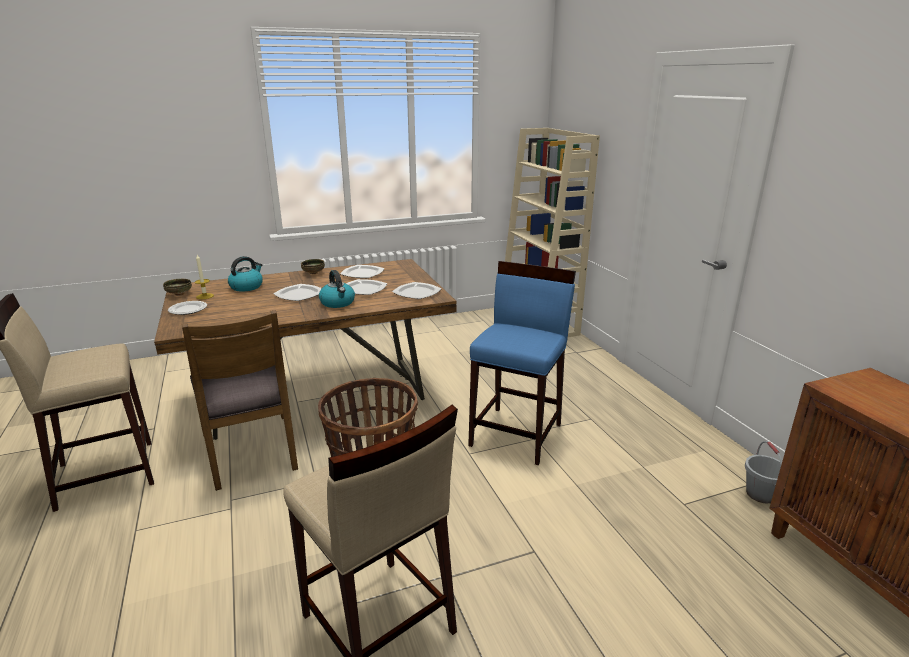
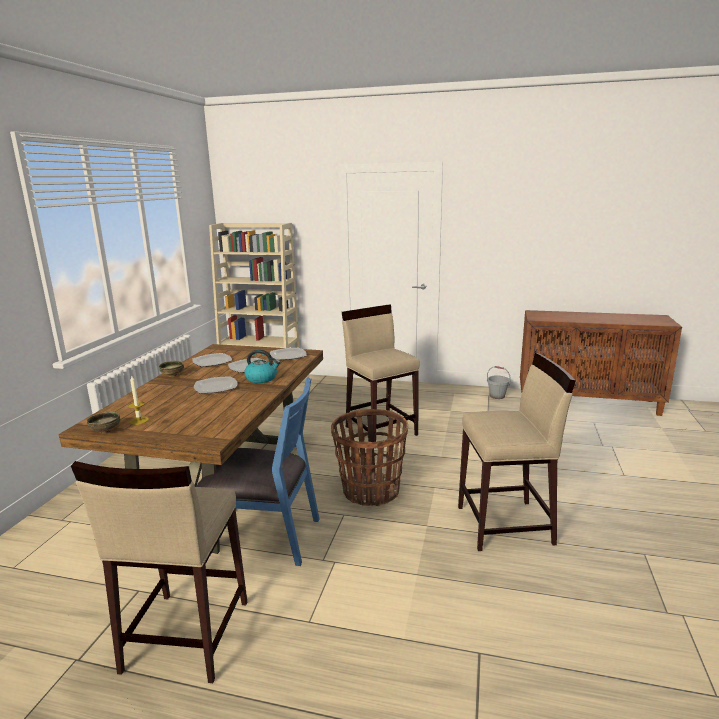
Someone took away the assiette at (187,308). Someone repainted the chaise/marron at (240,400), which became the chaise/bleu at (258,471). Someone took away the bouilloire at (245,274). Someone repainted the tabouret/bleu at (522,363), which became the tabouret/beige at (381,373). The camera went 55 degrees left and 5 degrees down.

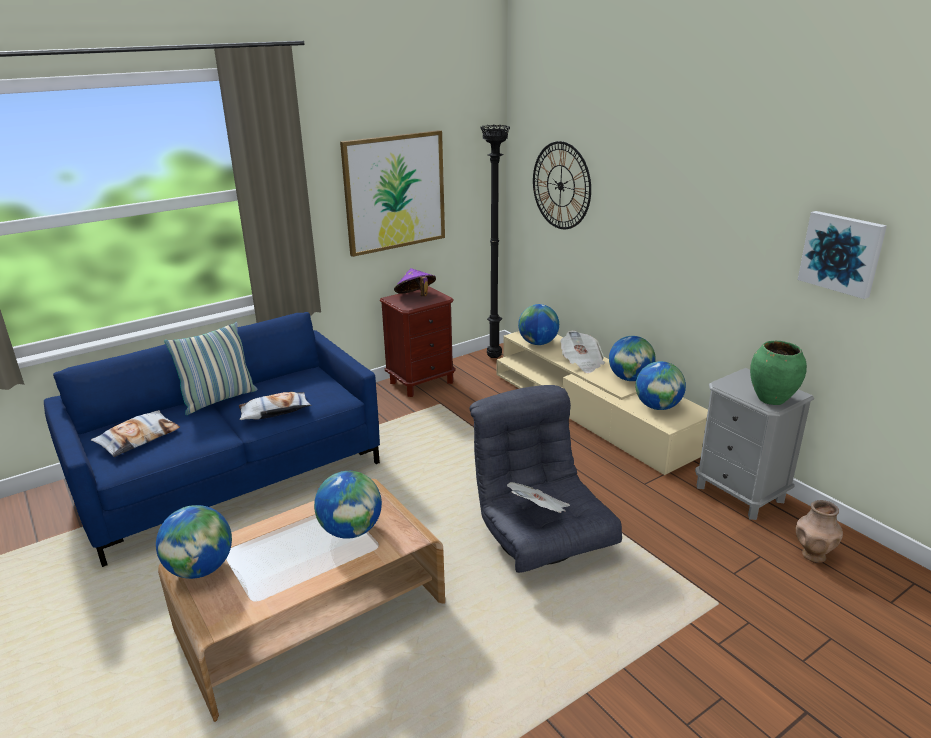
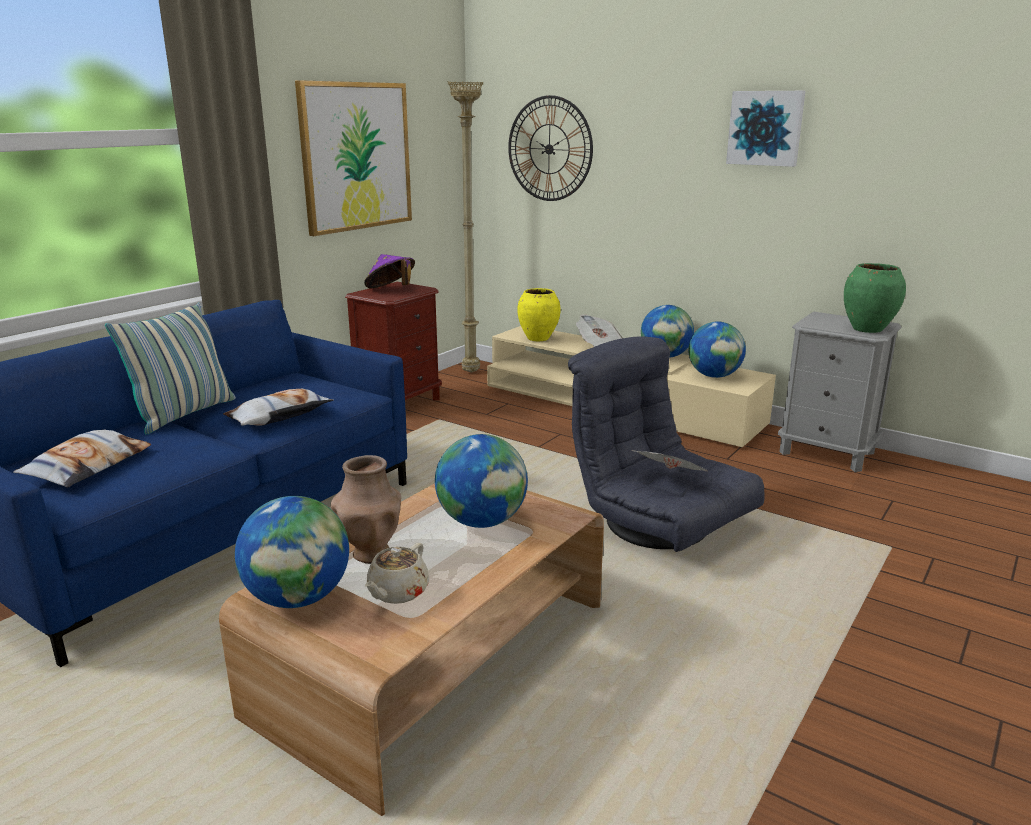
Someone repainted the lampadaire/noir at (495,241), which became the lampadaire/beige at (466,226). Someone swapped the globe at (538,324) for the vase/jaune at (539,314). Someone carried the vase/marron from (819,531) to (366,509). Someone carried the tableau from (842,255) to (765,129). Someone put down the théière/beige at (397,573). The camera went 20 degrees left and 5 degrees down.

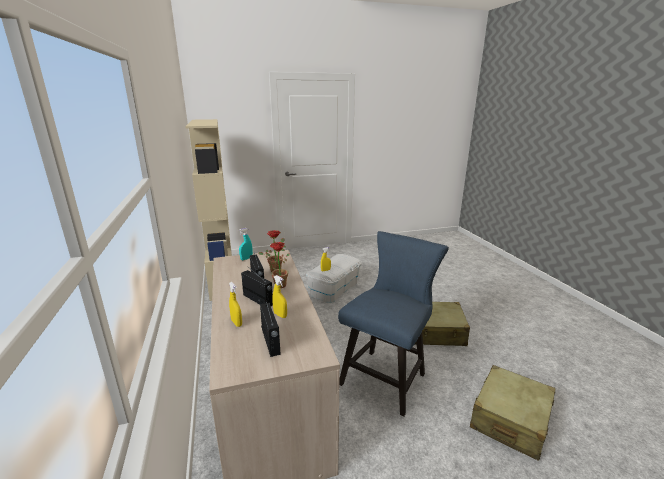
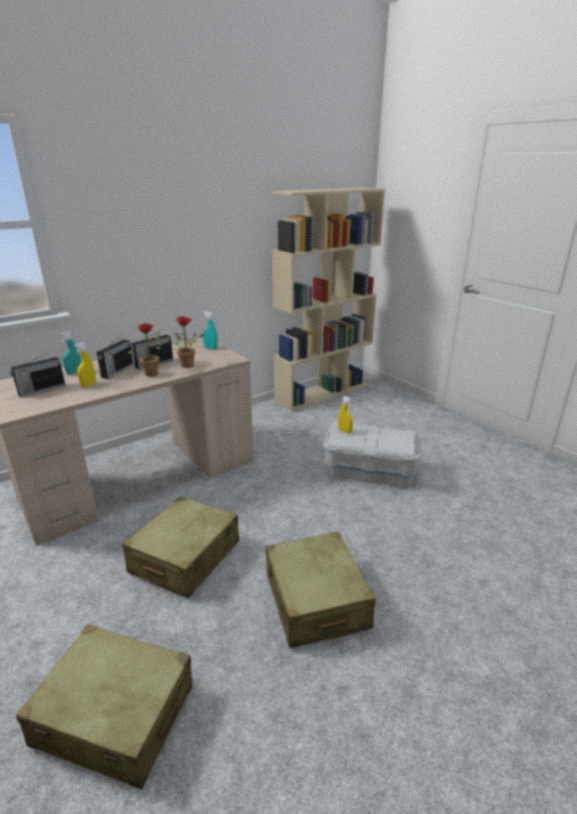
Someone repainted the vaporisateur/jaune at (235,304), which became the vaporisateur/turquoise at (70,352). Someone swapped the chaise/bleu at (393,324) for the valise/beige at (180,547). The camera went 70 degrees right and 5 degrees up.

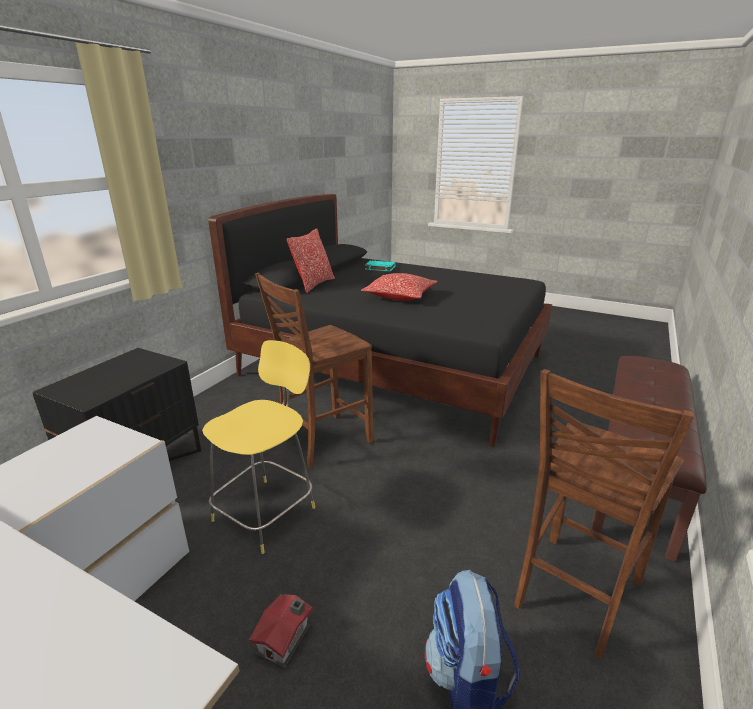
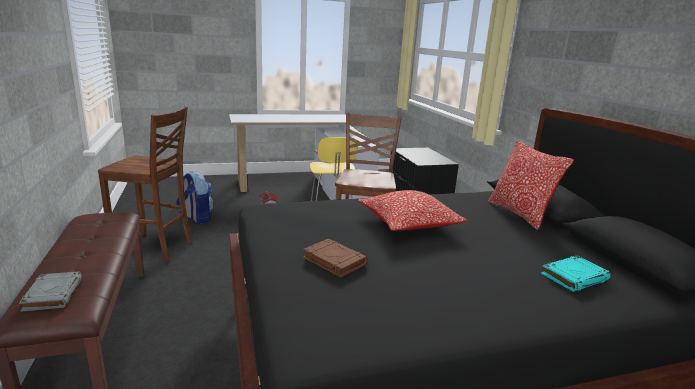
Someone rotated the chaise/marron at (604,513) by 105 degrees clockwise. Someone put down the livre/gris at (50,292). Someone put down the livre/marron at (335,258). The camera went 135 degrees right and 5 degrees down.

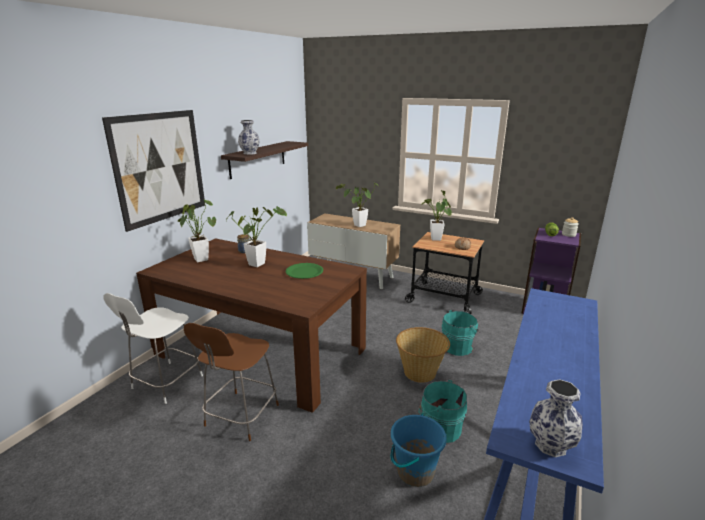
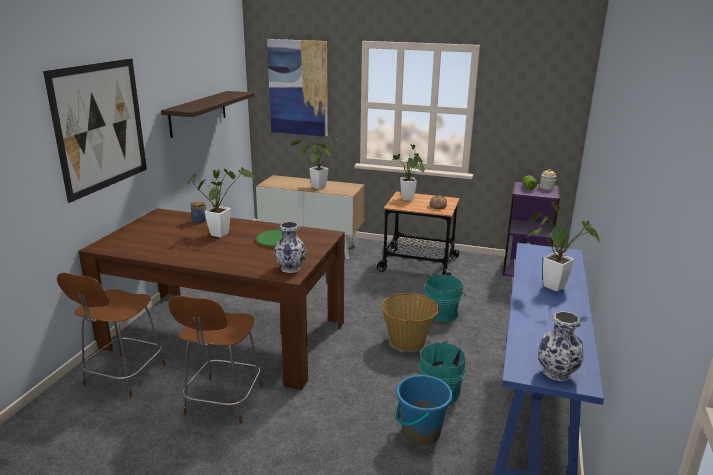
Someone repainted the chaise/blanc at (153,348), which became the chaise/marron at (111,335). Someone carried the plante en pot from (197,231) to (563,246). Someone carried the vase from (249,137) to (290,247). Someone put up the tableau at (297,88). The camera went 10 degrees left and 0 degrees up.

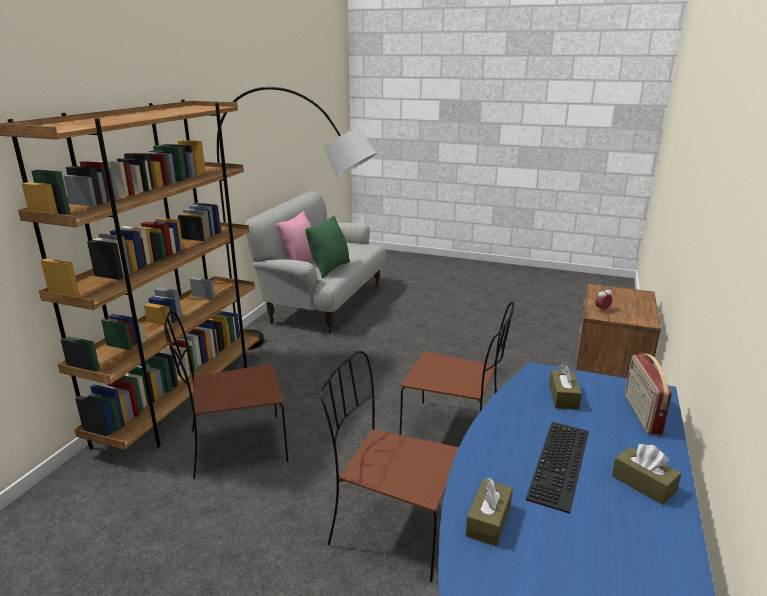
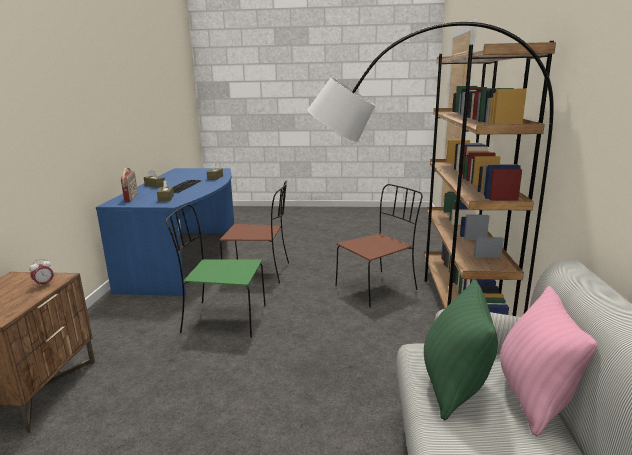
Someone repainted the chaise/marron at (456,368), which became the chaise/vert at (216,271). The camera went 165 degrees right and 5 degrees down.

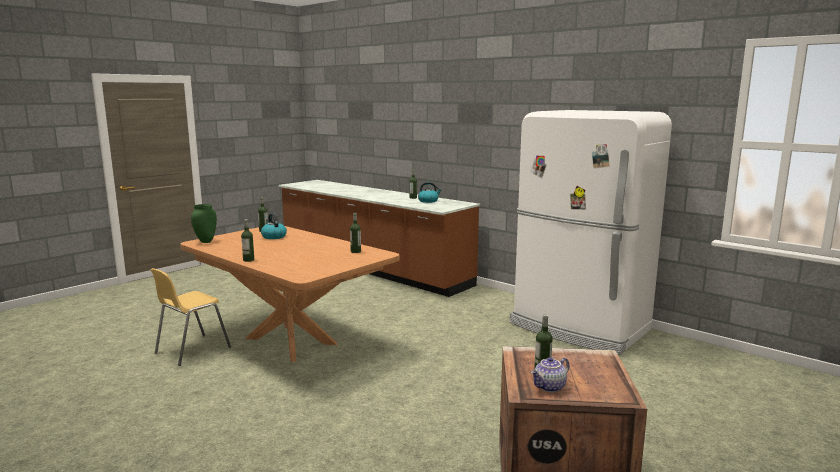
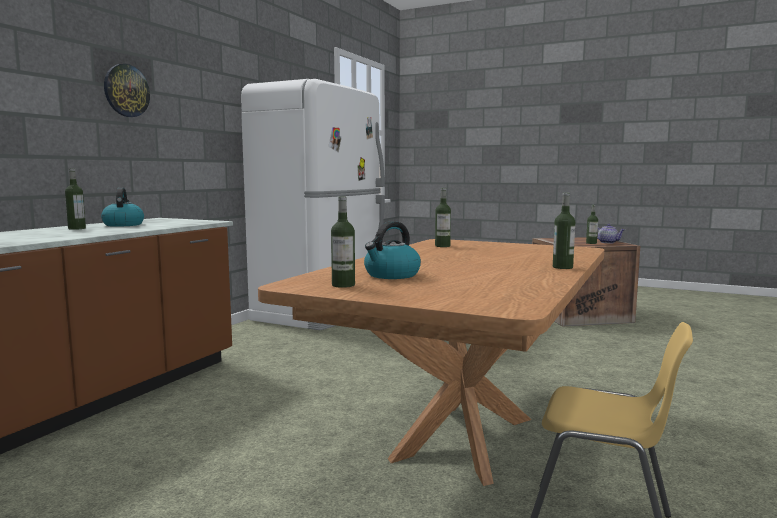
Someone took away the vase/vert at (204,223). Someone put up the horloge murale at (127,90). The camera went 105 degrees left and 5 degrees down.

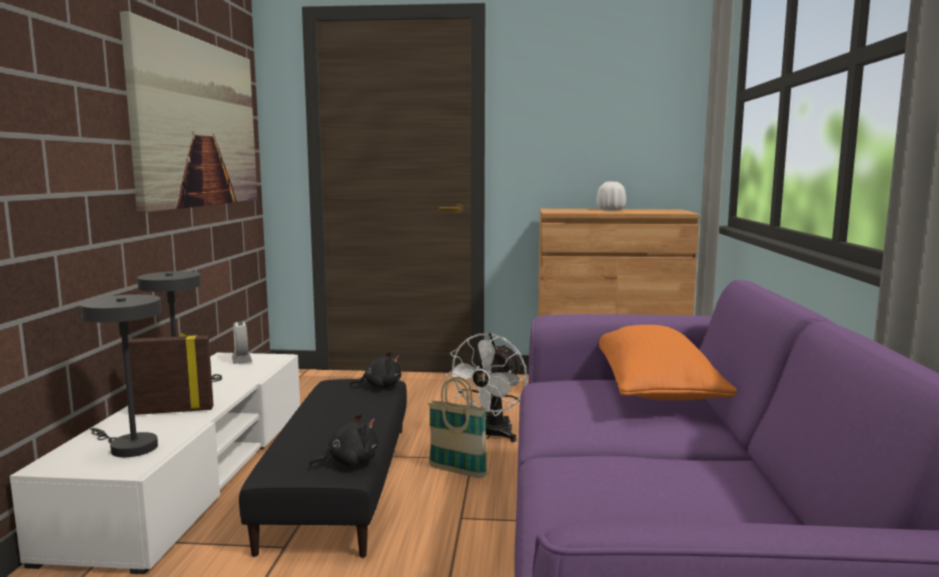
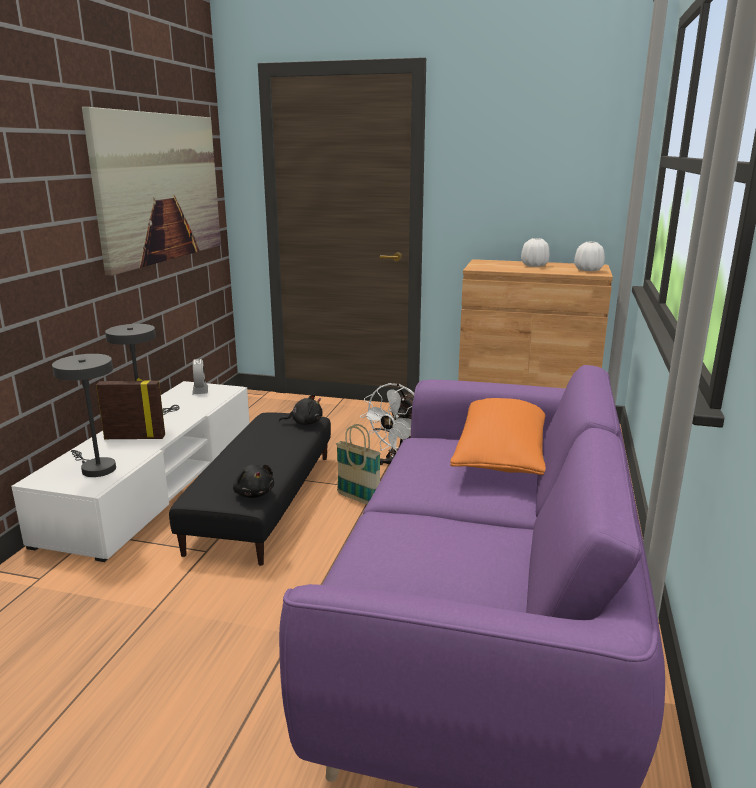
Someone rotated the peluche/noir at (343,440) by 75 degrees clockwise. Someone put down the vase/blanc at (589,256). The camera went 10 degrees right and 10 degrees up.

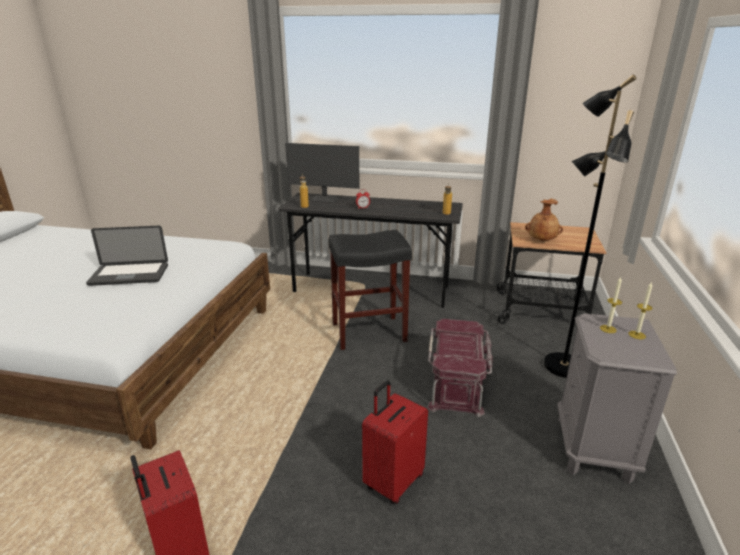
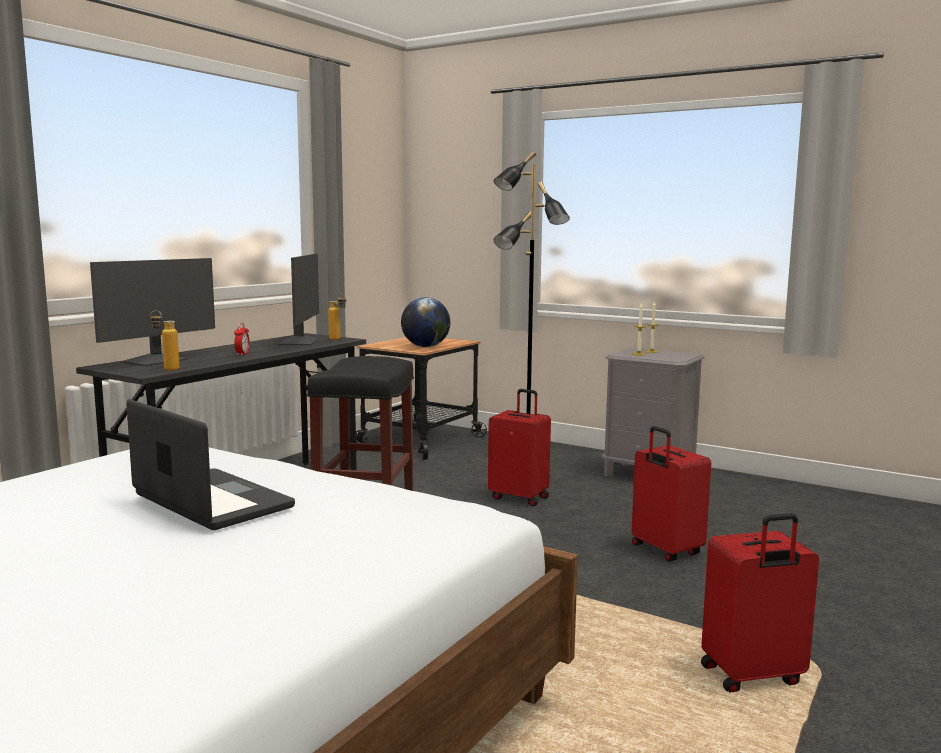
Someone rotated the ordinateur portable at (127,256) by 60 degrees counterclockwise. Someone swapped the boîte de rangement/rouge at (460,368) for the valise/rouge at (519,447). Someone swapped the vase/marron at (544,220) for the globe at (425,322). Someone put down the écran d'ordinateur at (298,299). The camera went 70 degrees left and 15 degrees down.

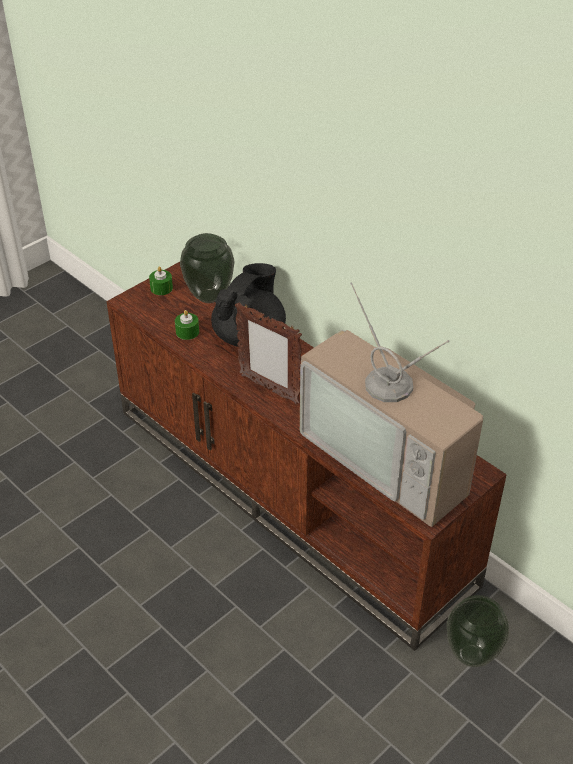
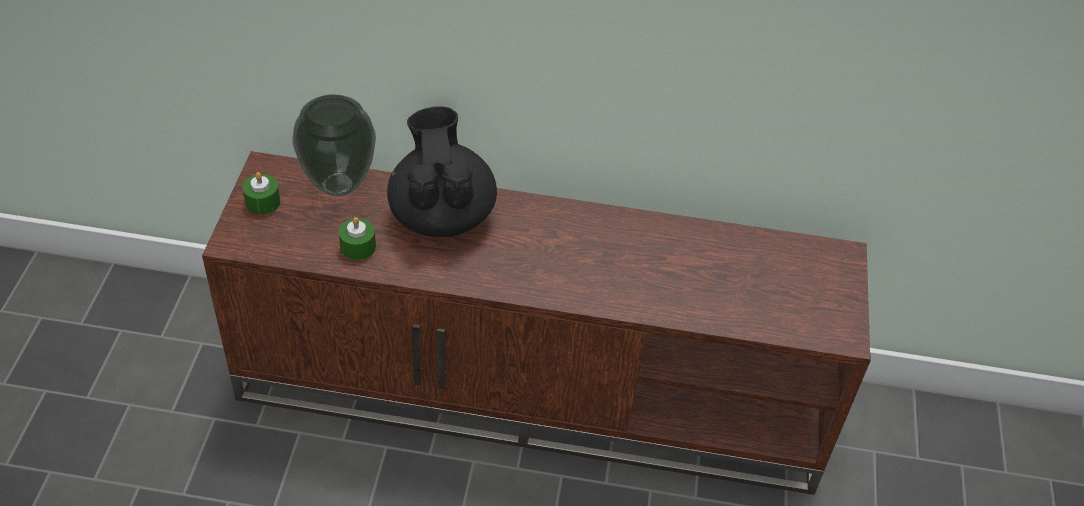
Someone took away the cadre photo at (268,353). Someone took away the téléviseur at (392,404). Someone took away the vase at (478,631). The camera went 40 degrees left and 5 degrees up.

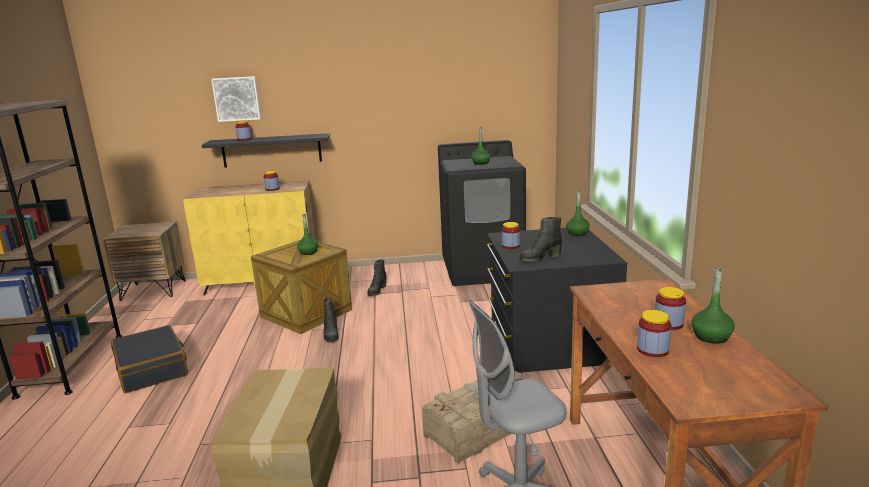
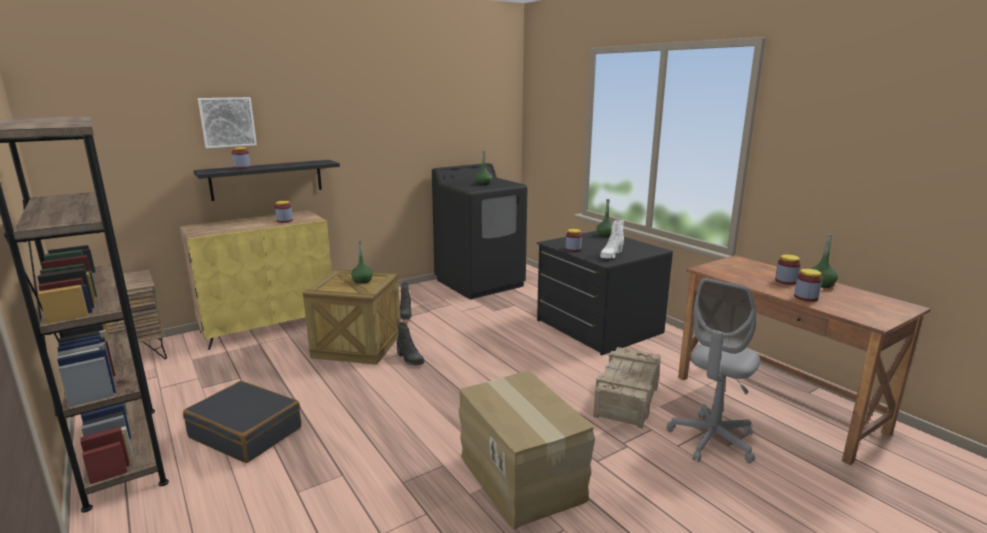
Someone repainted the botte/noir at (540,239), which became the botte/blanc at (612,239). The camera went 30 degrees left and 0 degrees up.

